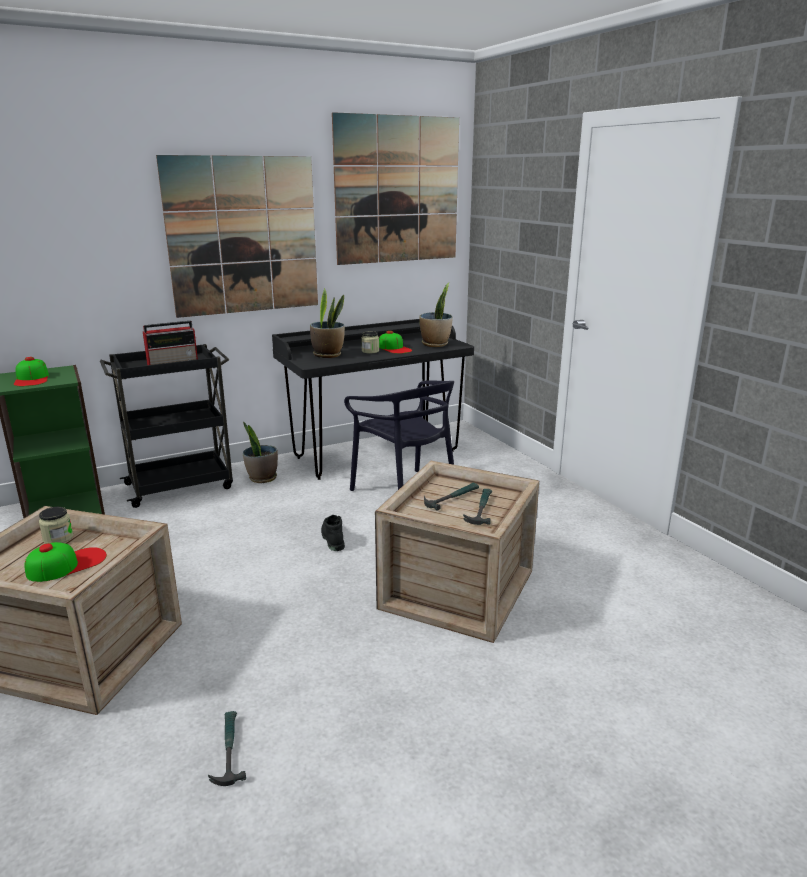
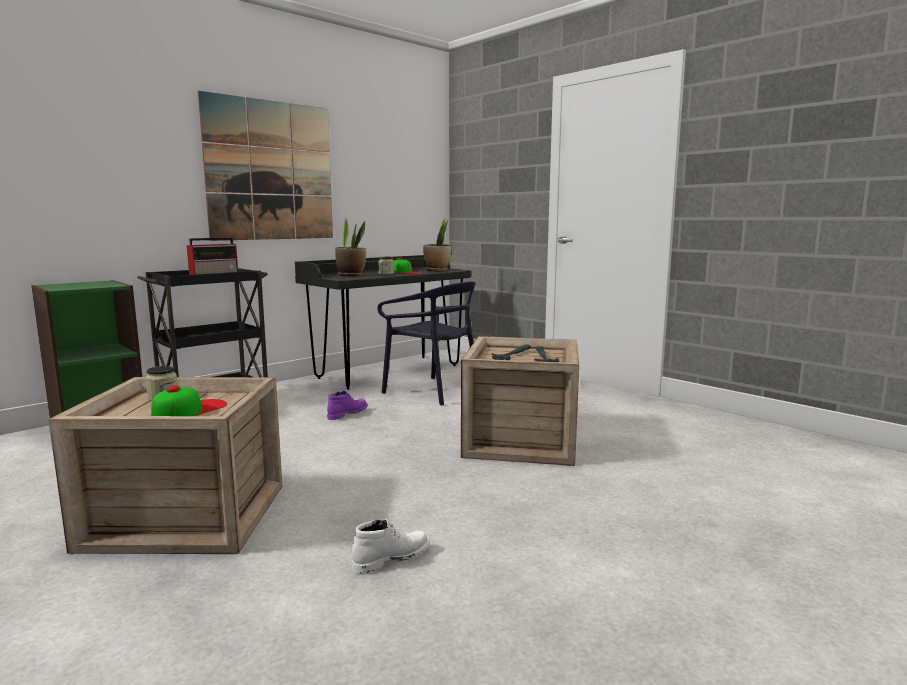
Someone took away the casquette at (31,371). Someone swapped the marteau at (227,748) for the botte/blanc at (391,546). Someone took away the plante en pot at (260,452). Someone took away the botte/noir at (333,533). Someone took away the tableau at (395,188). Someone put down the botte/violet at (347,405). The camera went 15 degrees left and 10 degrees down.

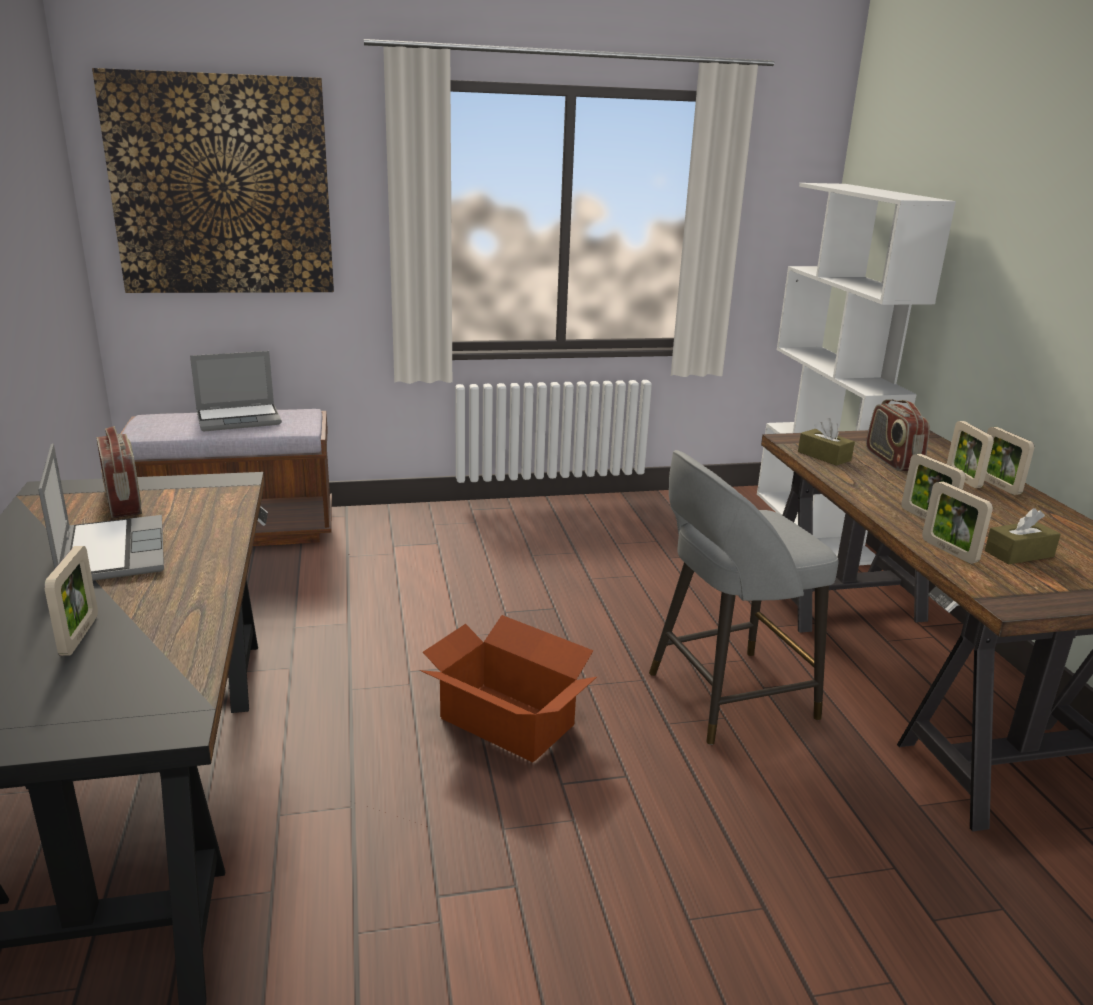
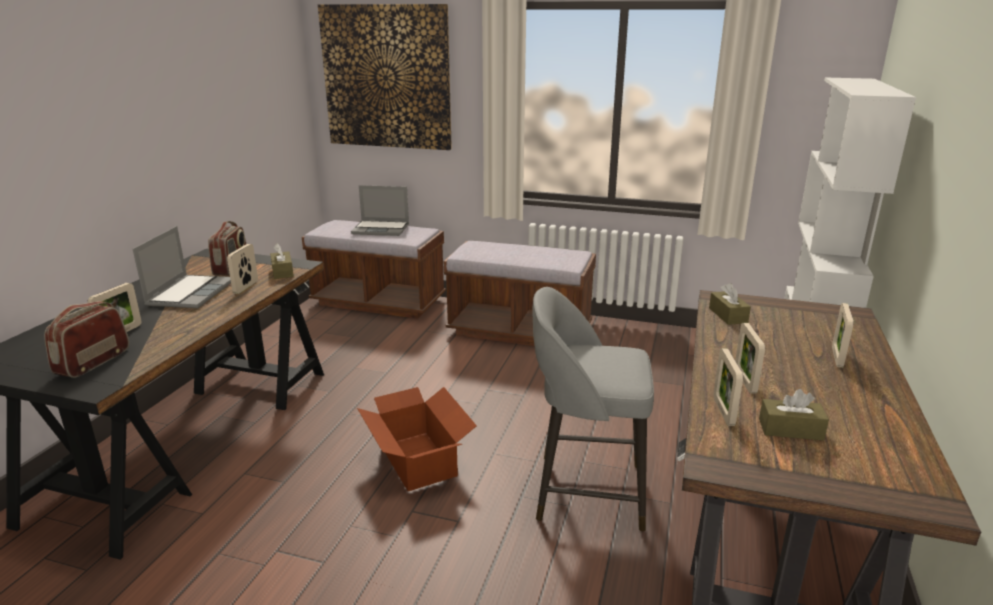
Someone carried the radio from (898,435) to (86,339). Someone carried the cadre photo from (1009,461) to (242,269). Someone put down the boîte à mouchoirs/marron at (282,261). Someone put down the banc/marron at (520,293). The camera went 30 degrees right and 0 degrees up.

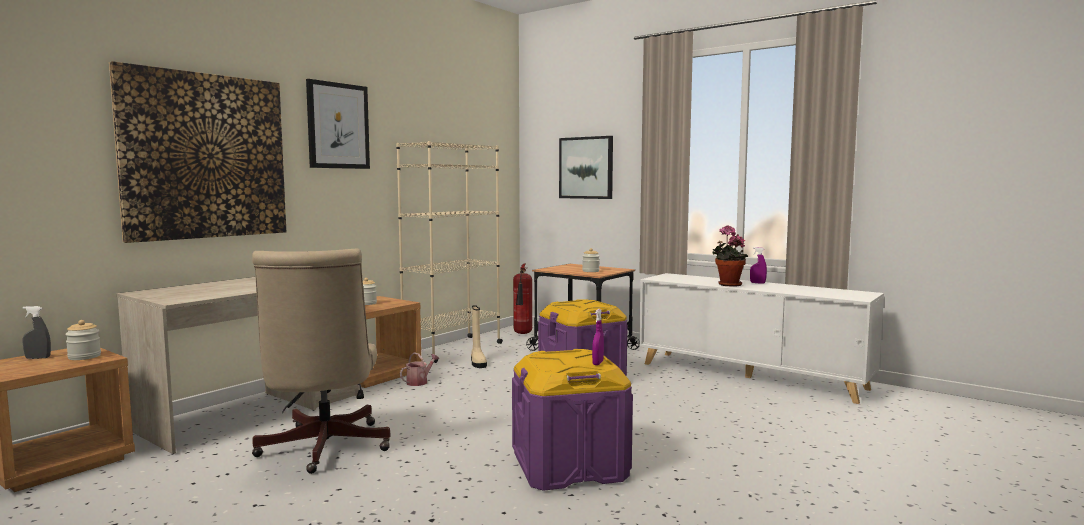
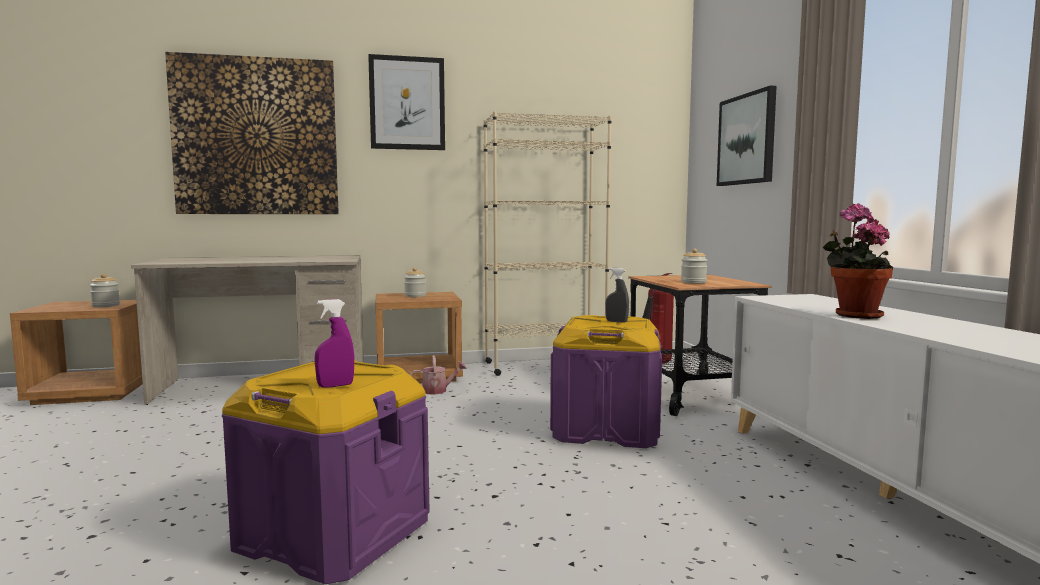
Someone carried the vaporisateur/gris from (36,332) to (617,295). Someone took away the chaise de bureau/beige at (321,361). Someone took away the botte/beige at (479,336). Someone took away the vaporisateur/violet at (758,265). The camera went 40 degrees right and 0 degrees up.

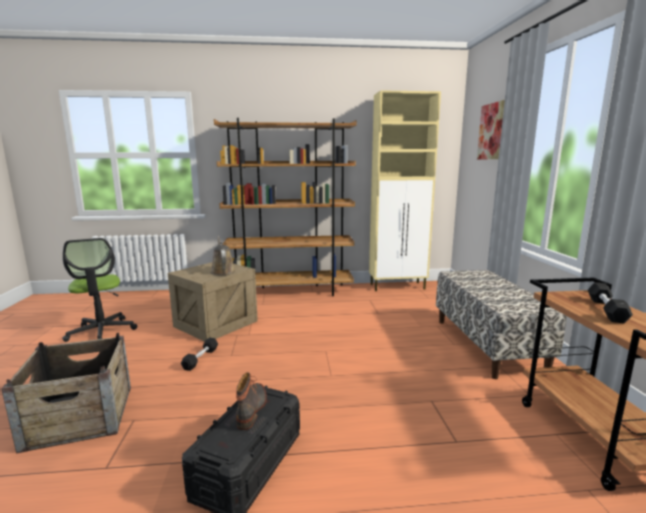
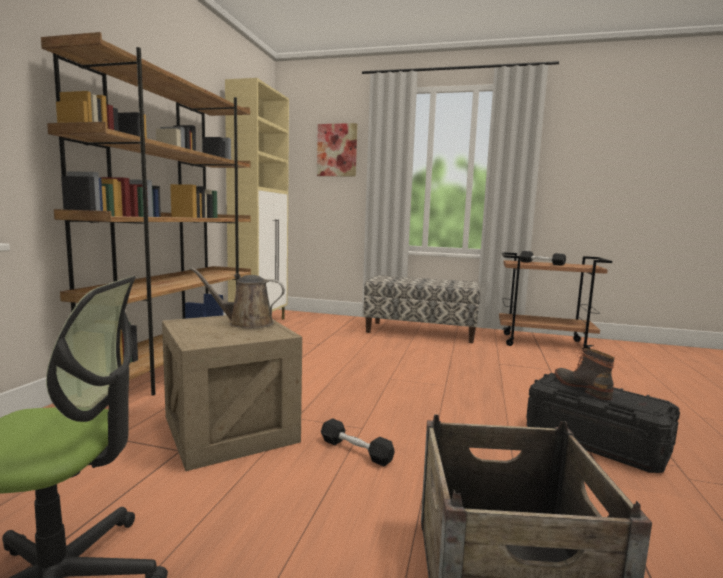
Someone rotated the botte at (251,401) by 45 degrees clockwise. The camera went 70 degrees left and 5 degrees down.

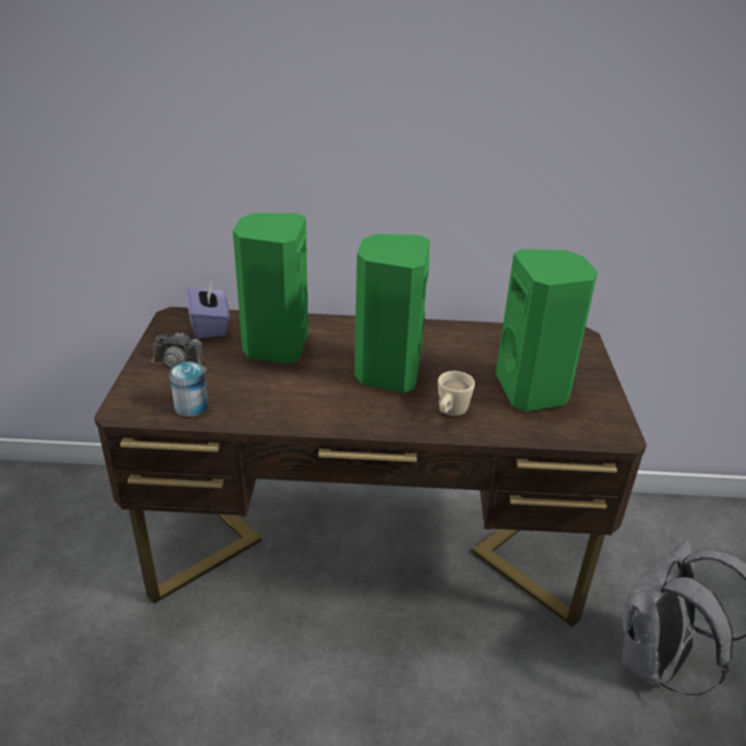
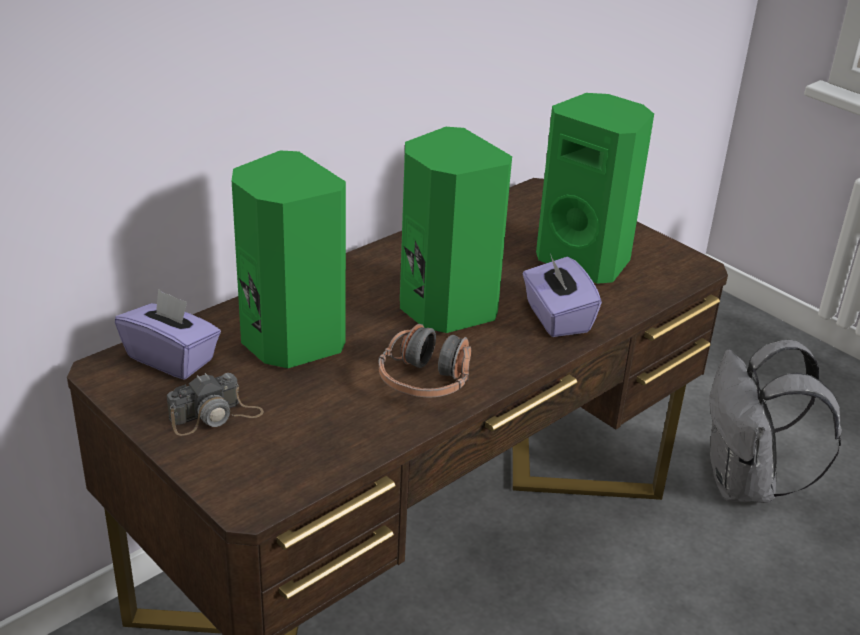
Someone took away the boîte métallique at (188,389). Someone swapped the mug/beige at (456,393) for the boîte à mouchoirs/violet at (562,295). Someone put down the casque audio at (424,360). The camera went 45 degrees left and 0 degrees up.

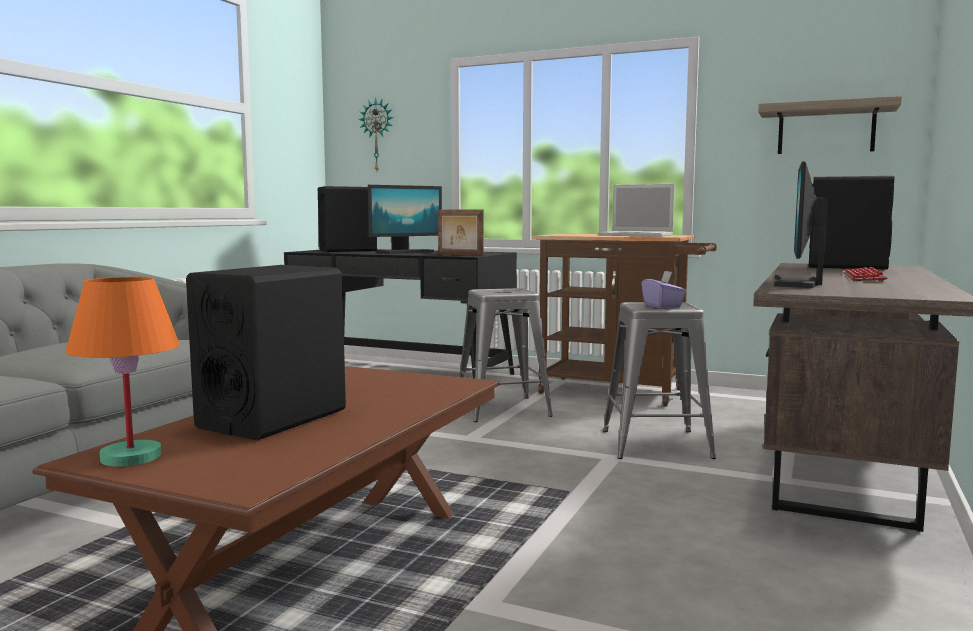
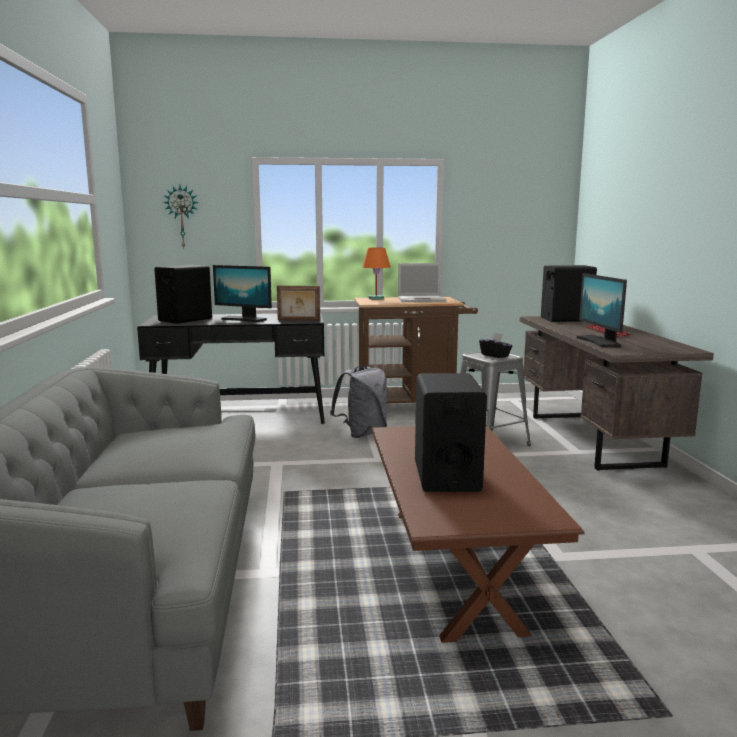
Someone carried the lampe de table/orange from (122,372) to (376,273). Someone rotated the écran d'ordinateur at (405,219) by 90 degrees clockwise. Someone swapped the tabouret/gris at (506,355) for the sac à dos/gris at (358,401). Someone repainted the boîte à mouchoirs/violet at (663,289), which became the boîte à mouchoirs/noir at (495,345). Someone took away the étagère at (830,125). The camera went 30 degrees left and 5 degrees up.

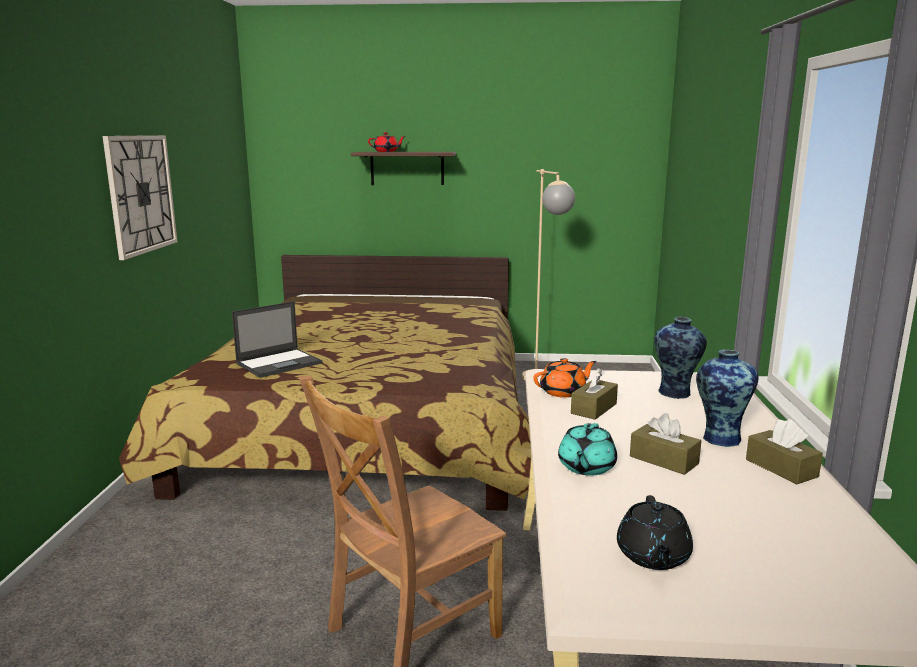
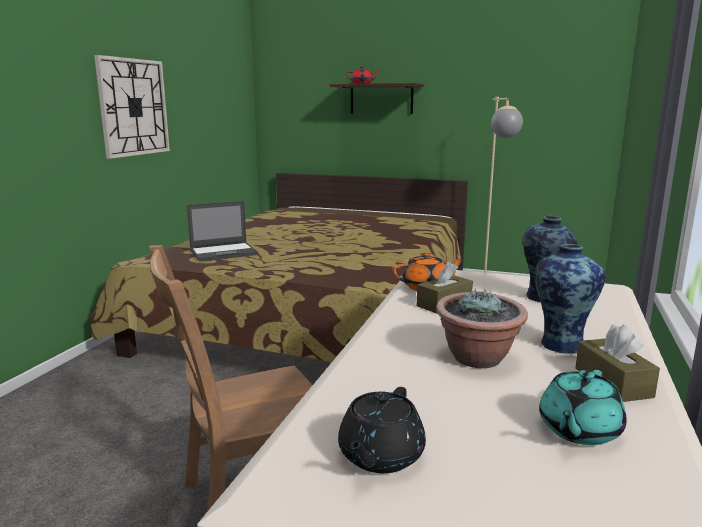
Someone carried the théière/turquoise from (587,449) to (583,407). Someone swapped the boîte à mouchoirs/marron at (665,444) for the plante en pot at (482,328). The camera went 15 degrees right and 0 degrees up.

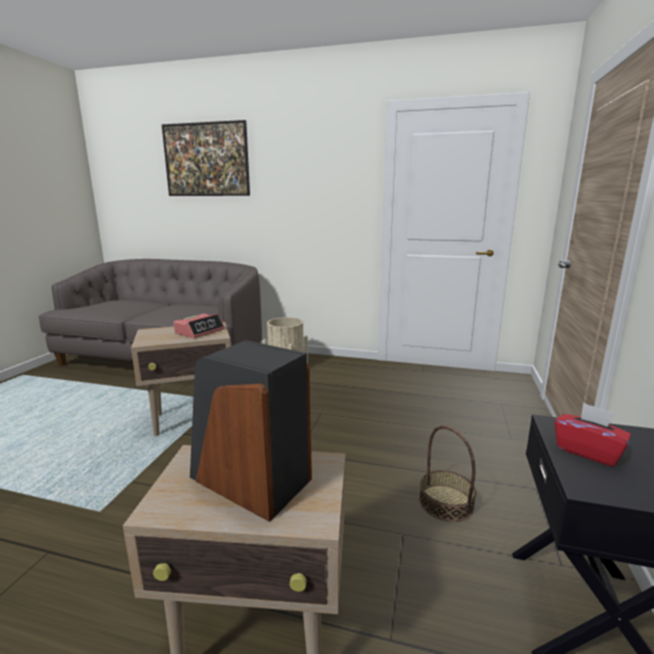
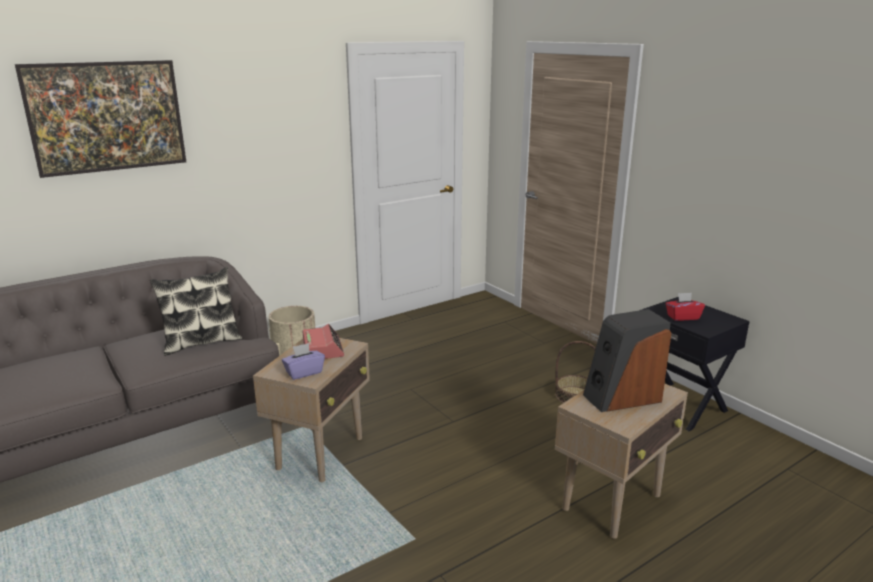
Someone put down the coussin at (196,311). Someone put down the boîte à mouchoirs/violet at (303,361). The camera went 50 degrees left and 5 degrees up.

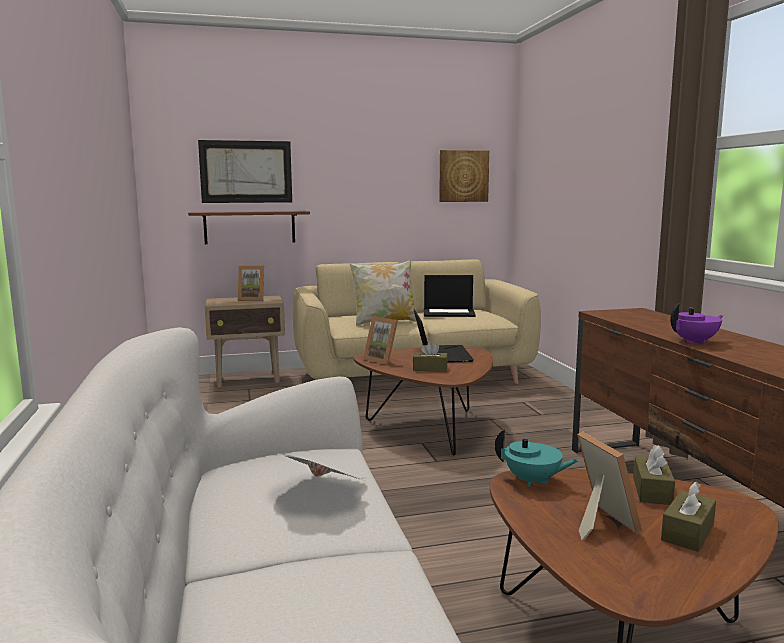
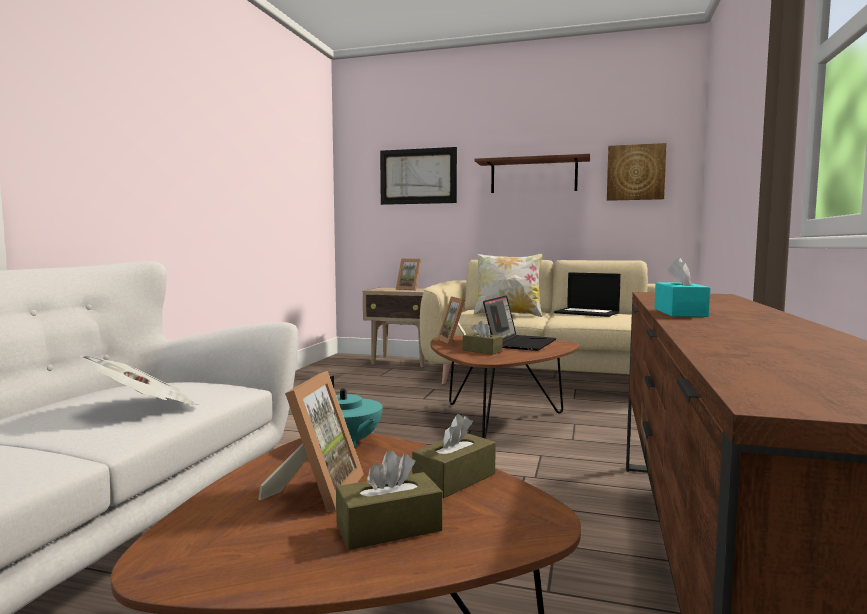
Someone carried the étagère/marron from (249,227) to (532,173). Someone swapped the théière/violet at (696,324) for the boîte à mouchoirs/turquoise at (682,287). The camera went 30 degrees right and 5 degrees down.

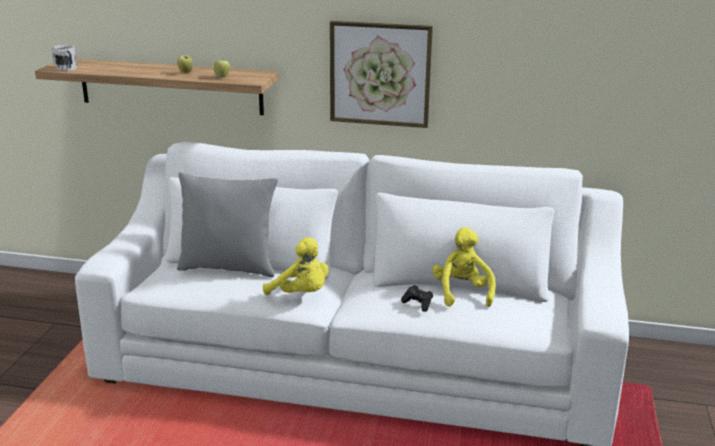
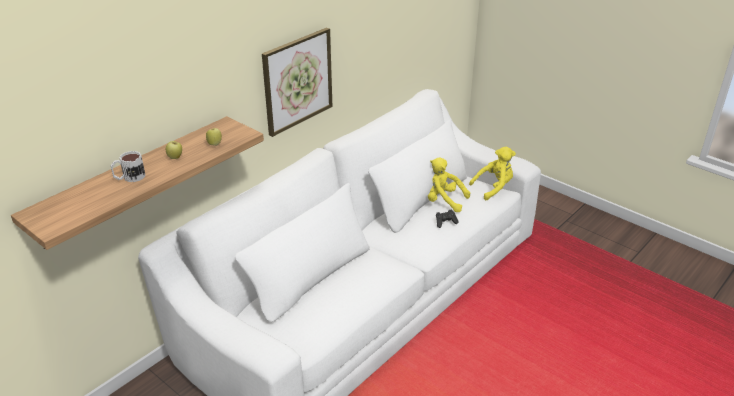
Someone carried the mug from (64,58) to (128,166). Someone took away the coussin/gris at (227,224). Someone carried the peluche/jaune from (296,266) to (492,173). The camera went 60 degrees left and 10 degrees up.

